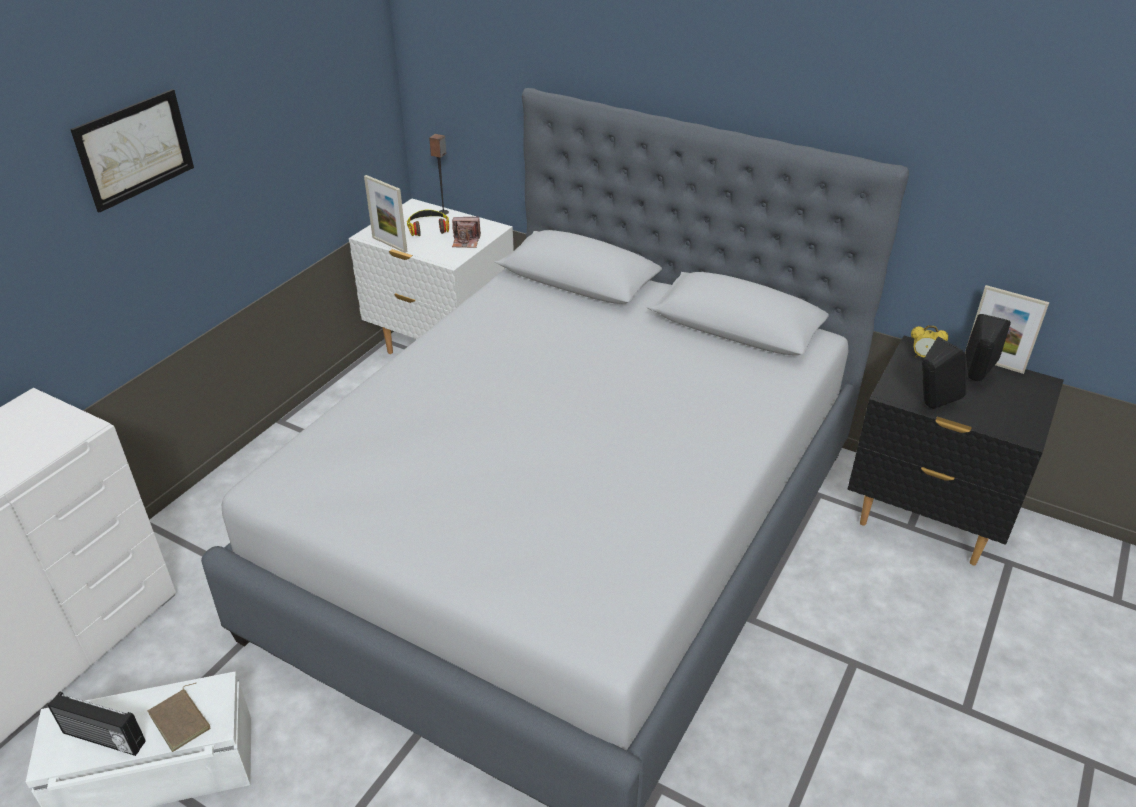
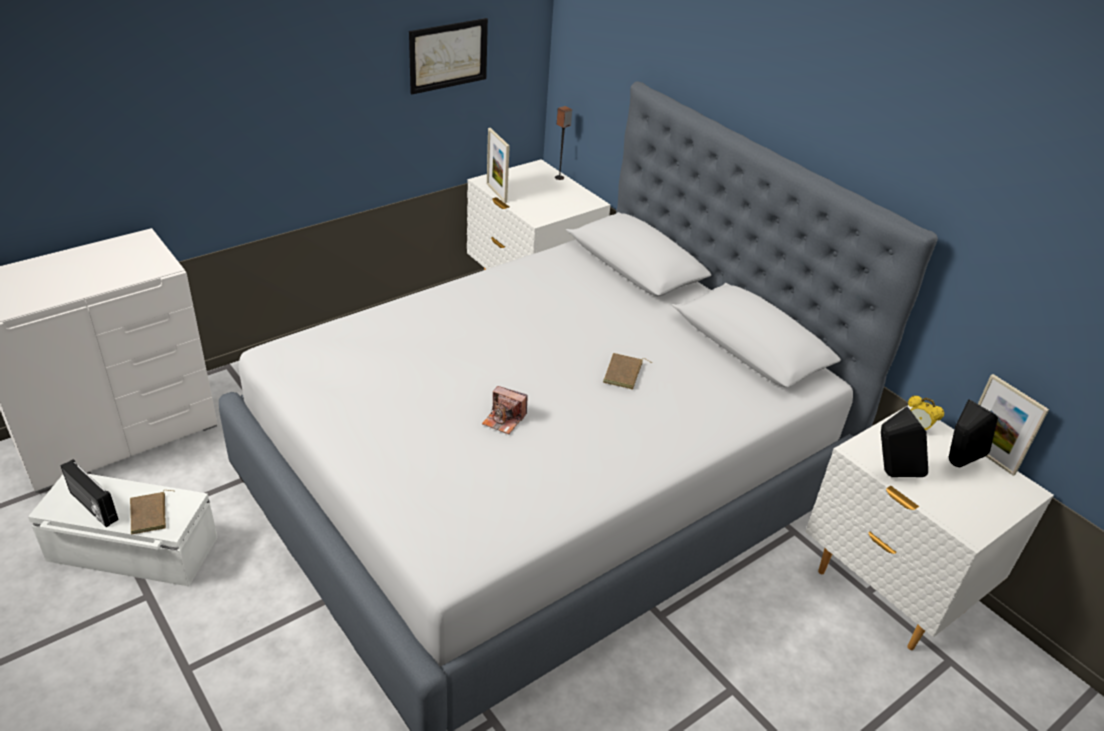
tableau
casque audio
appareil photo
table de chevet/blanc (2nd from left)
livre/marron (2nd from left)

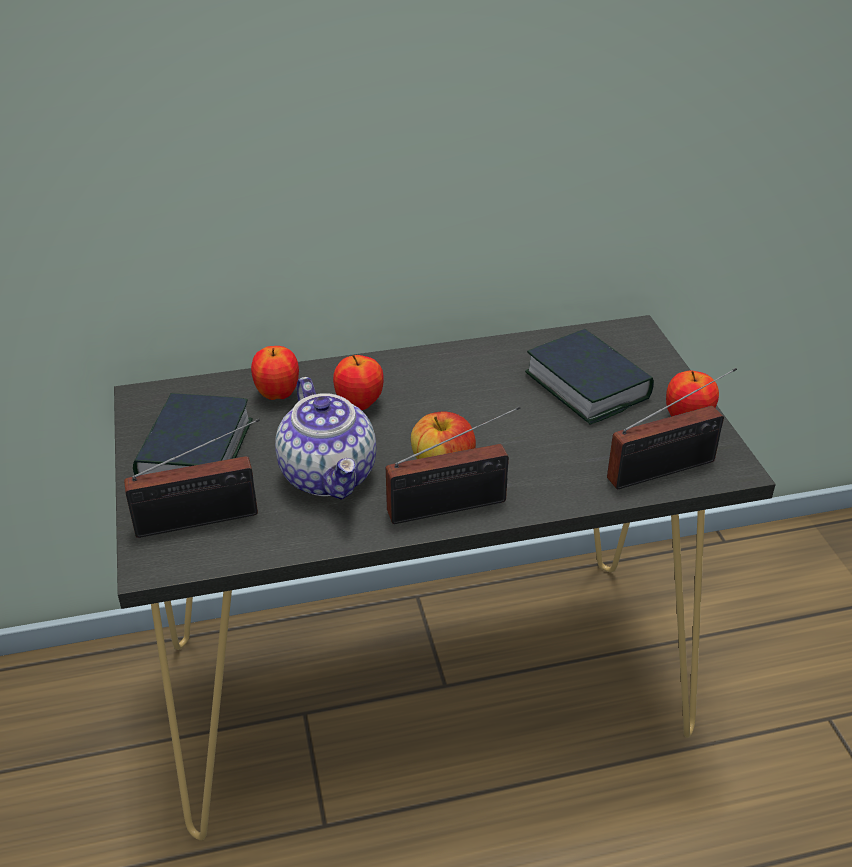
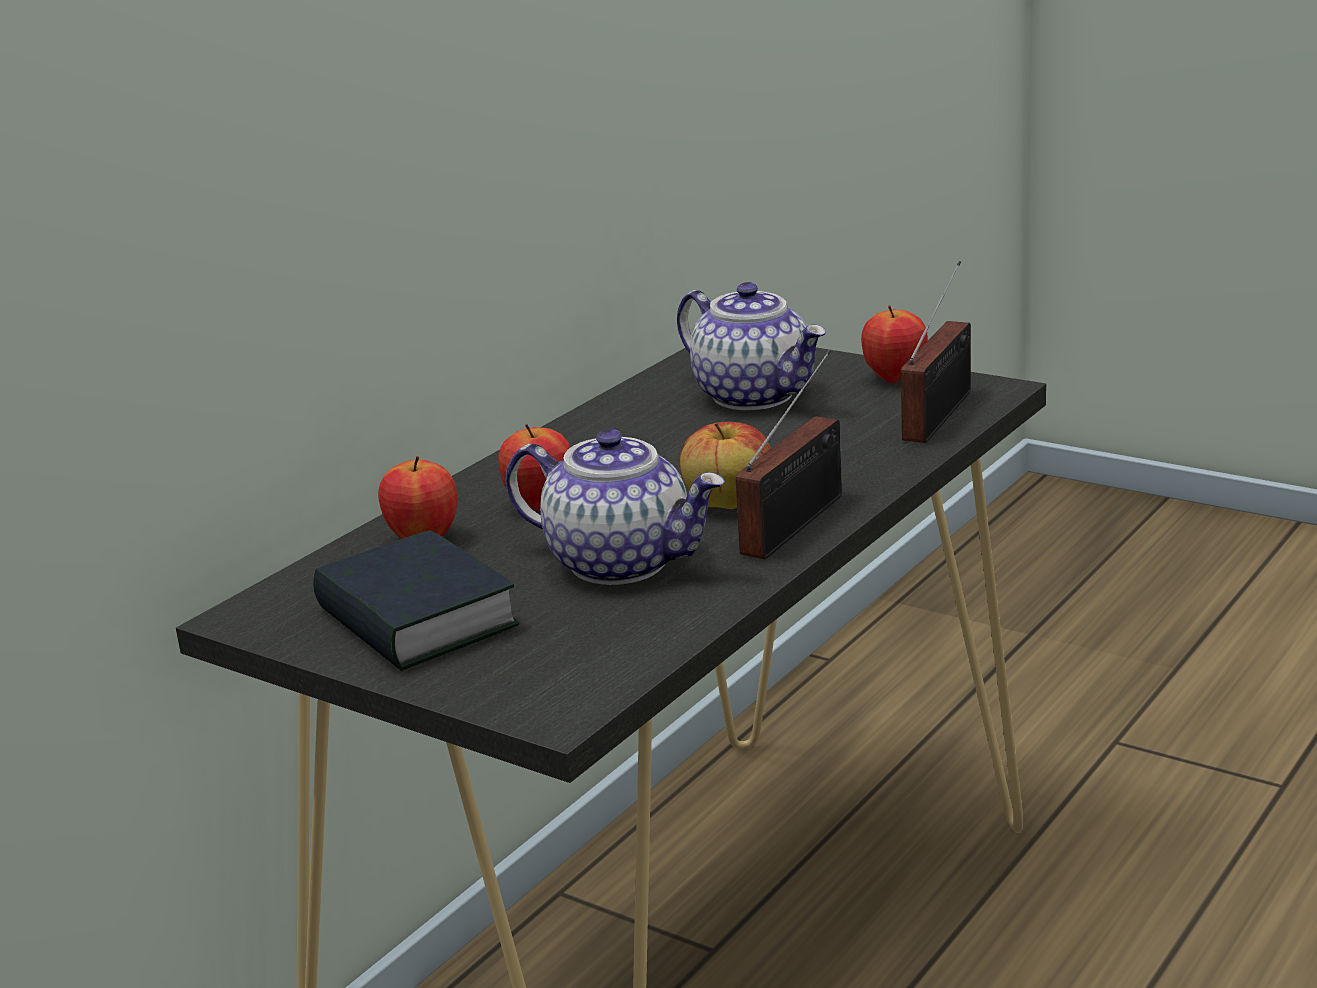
radio (1st from left in the first image)
théière (2nd from left)

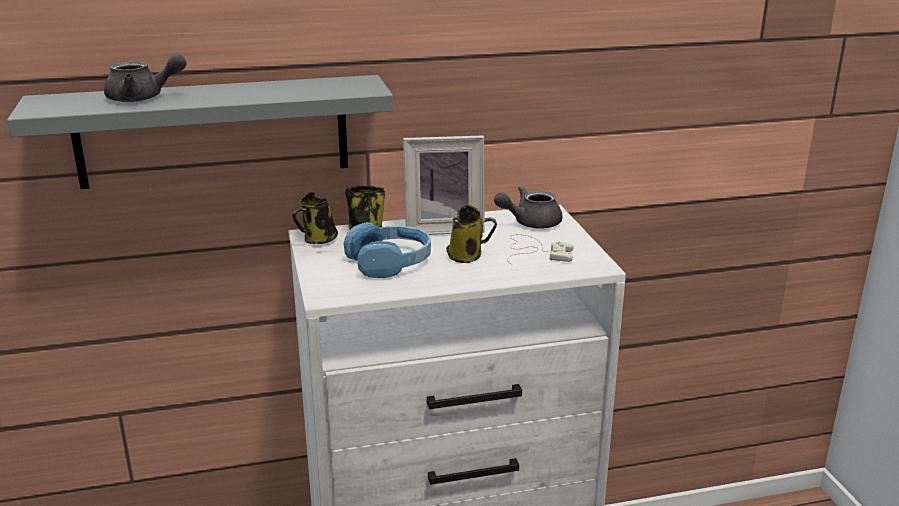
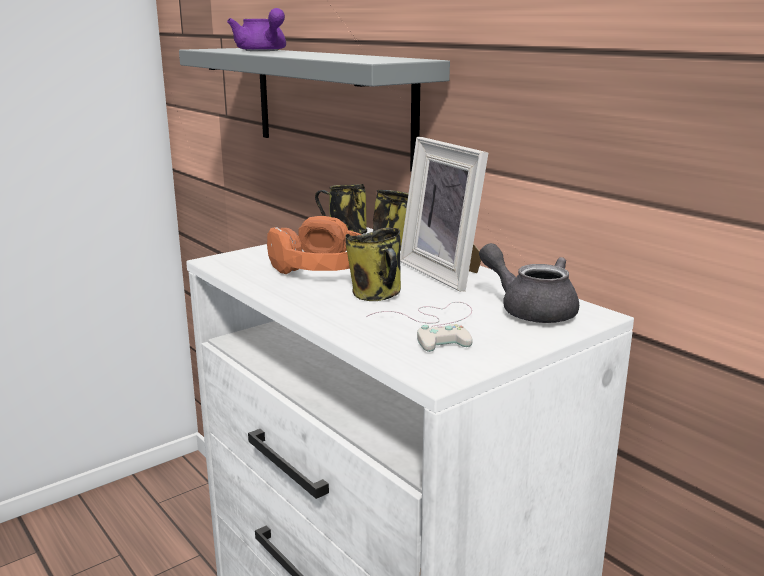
théière/violet
casque audio/orange

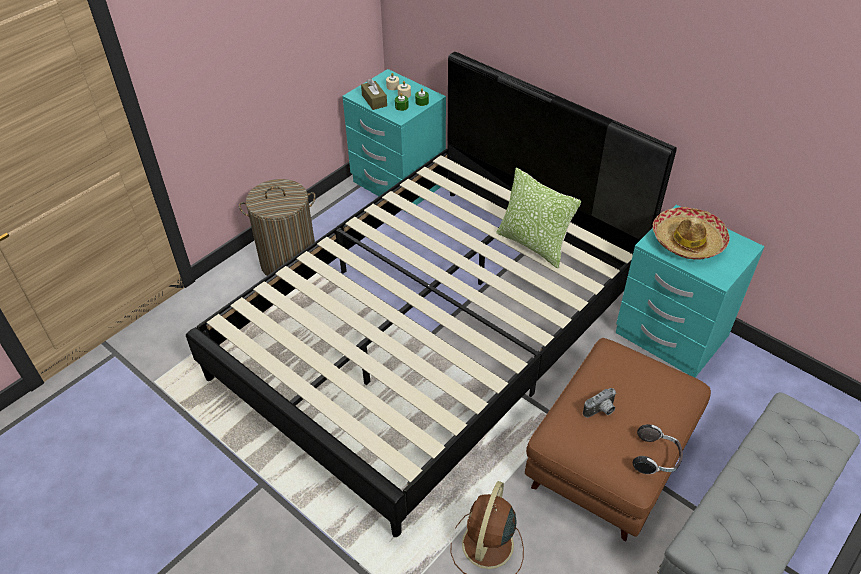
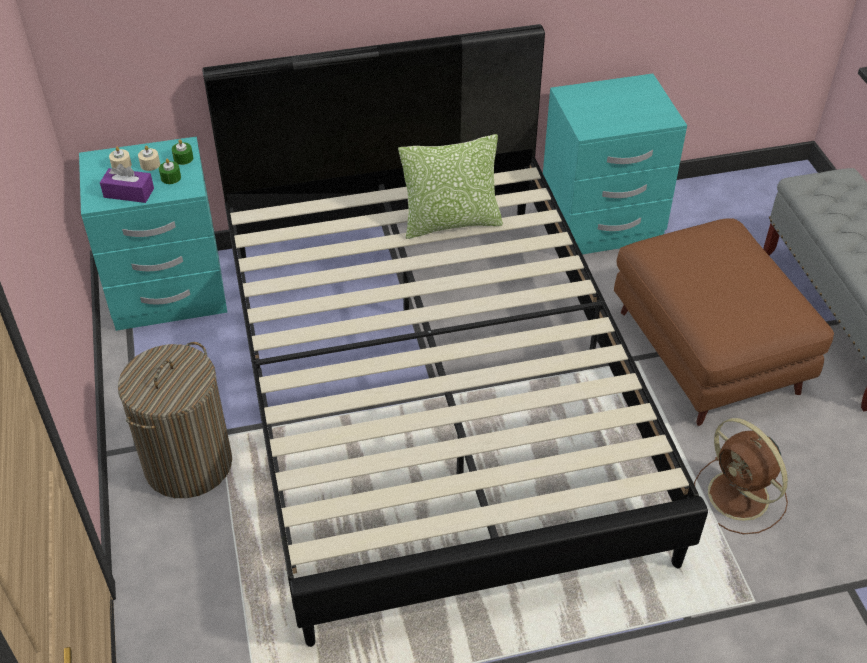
boîte à mouchoirs/violet
appareil photo
casque audio
chapeau

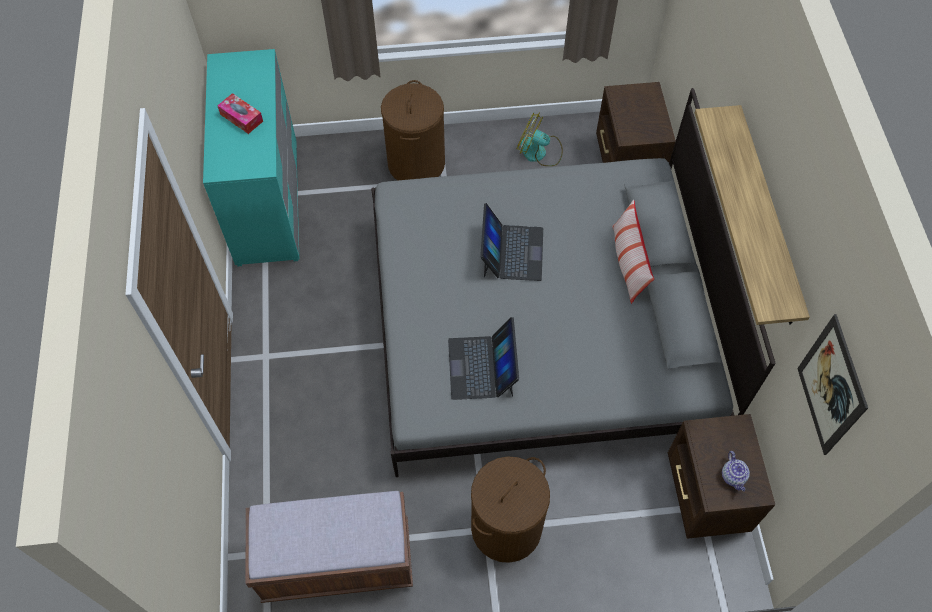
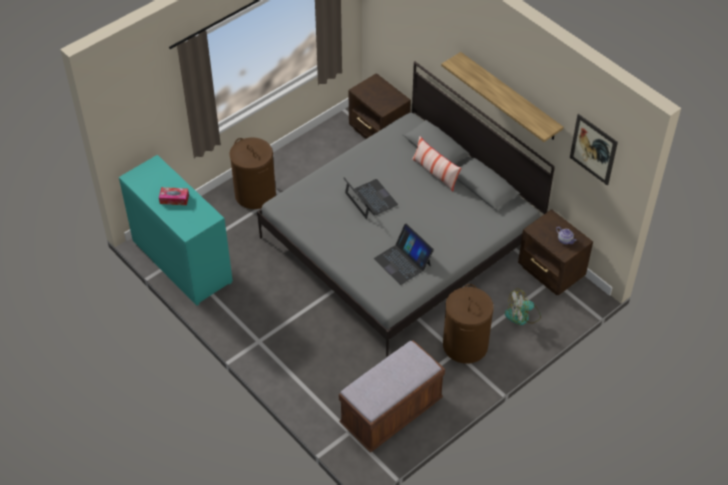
ventilateur

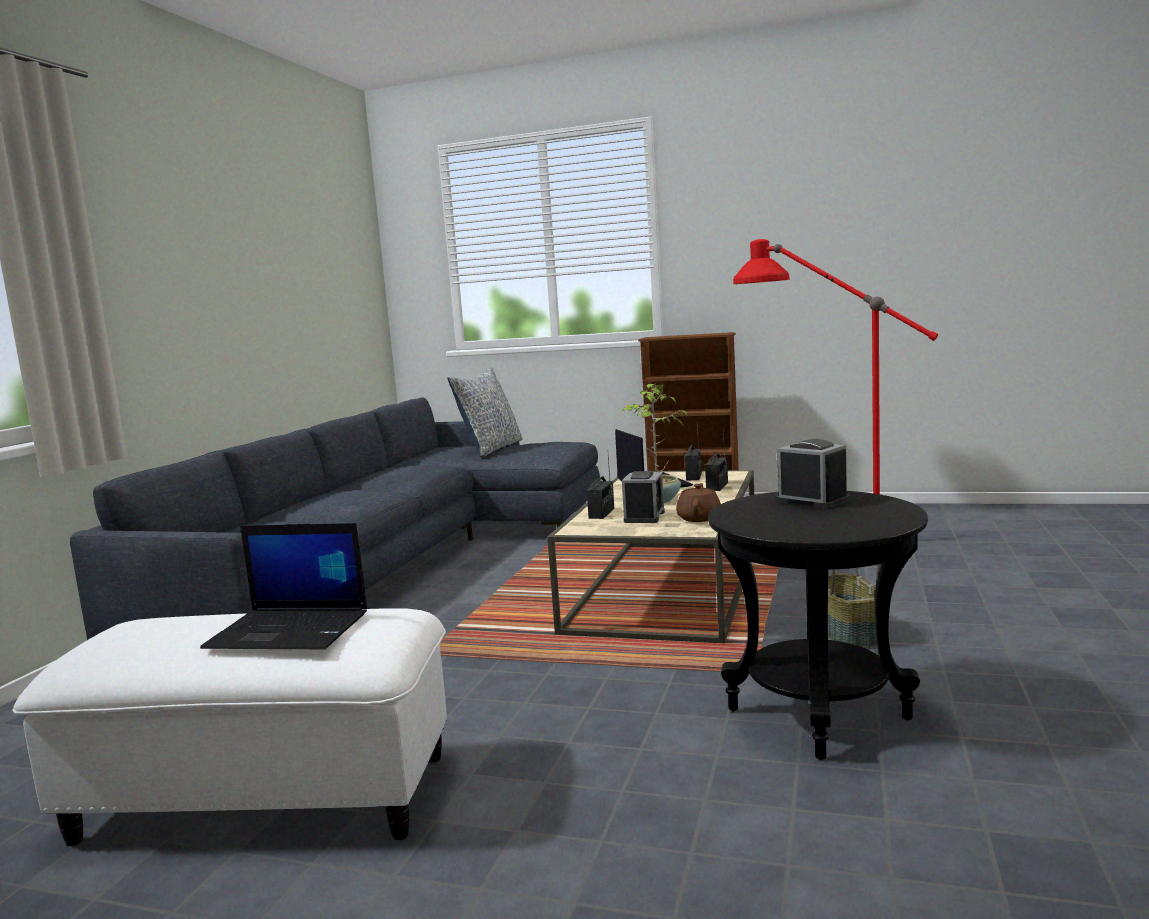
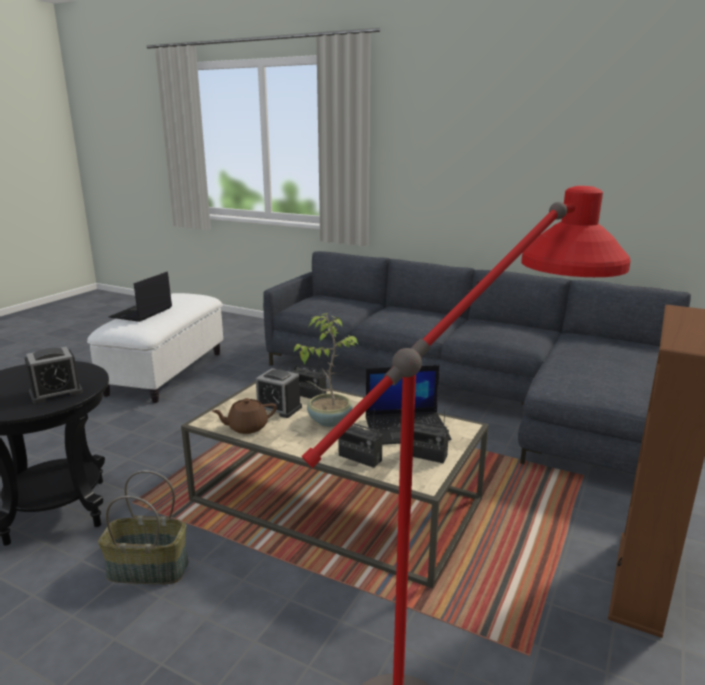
coussin
théière/marron

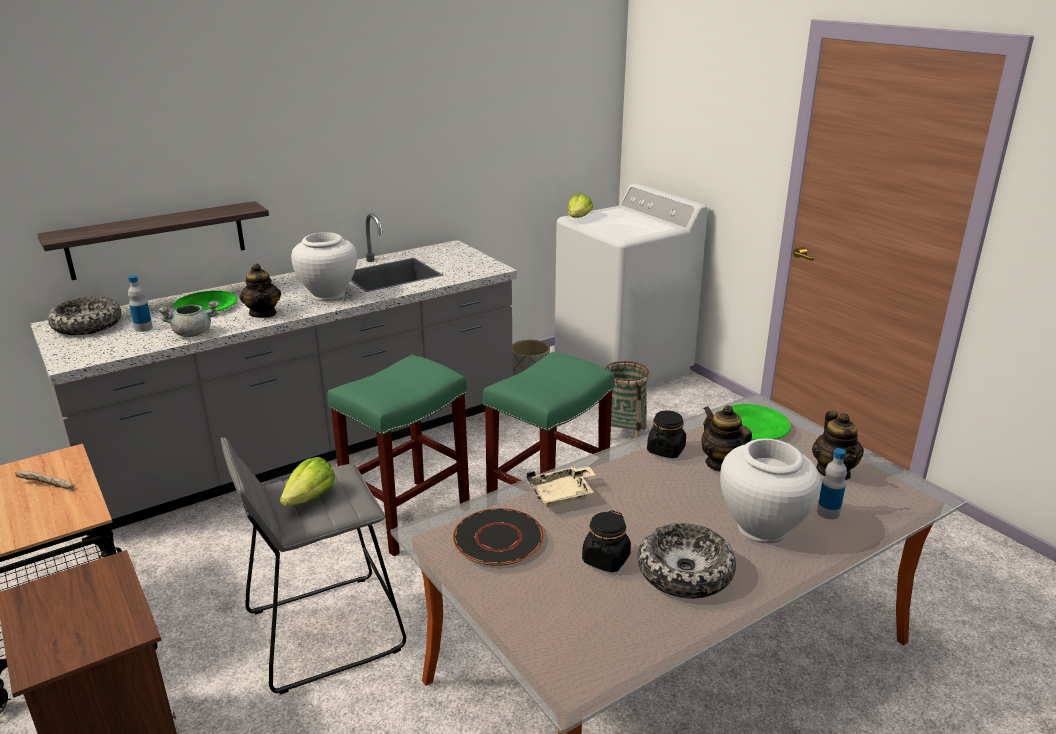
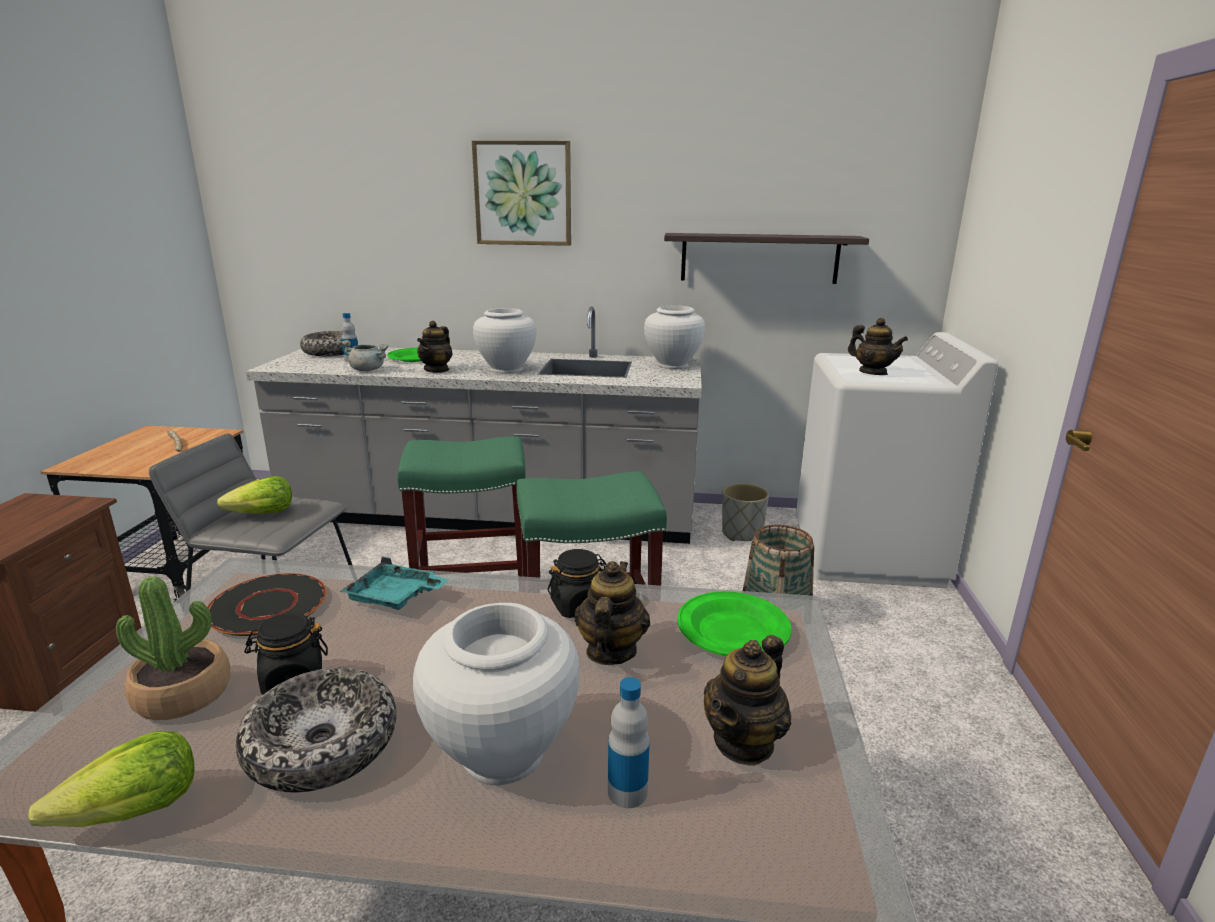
étagère
plateau/turquoise
laitue (1st from left)
plante en pot
tableau
vase/blanc (3rd from left)
théière (4th from left)

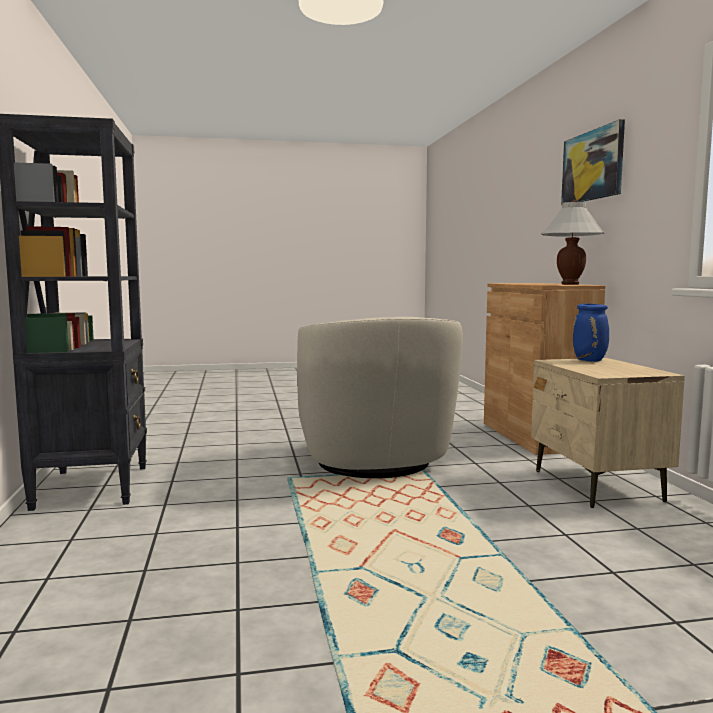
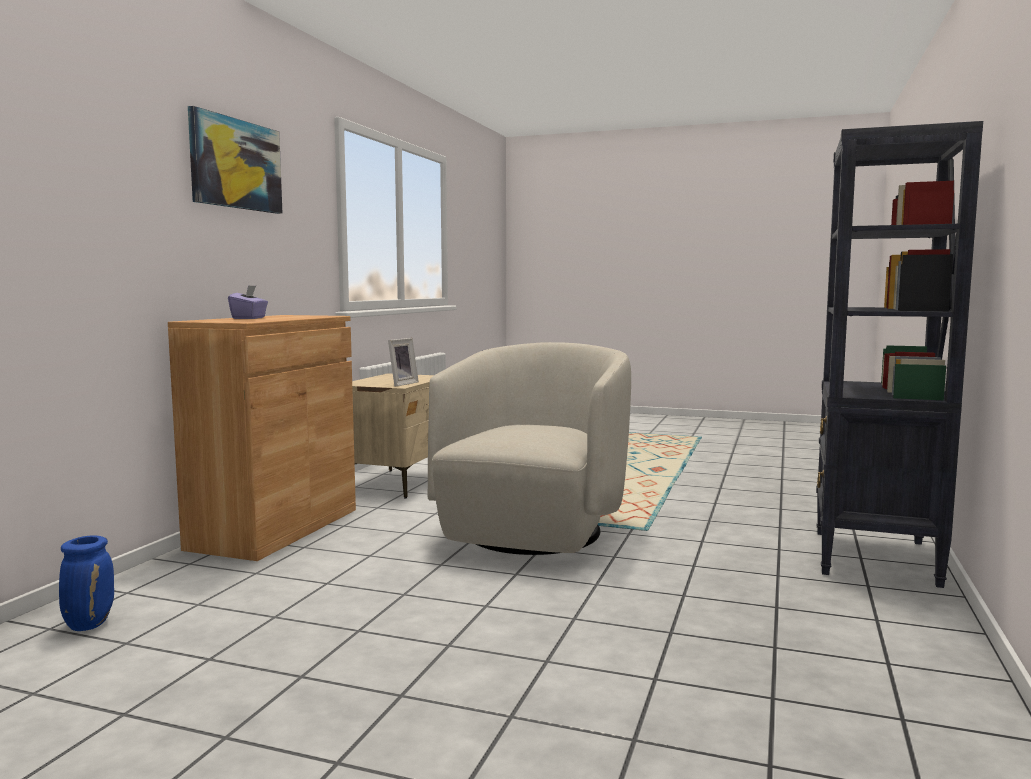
lampe de table/blanc
vase/bleu
boîte à mouchoirs/violet
cadre photo

